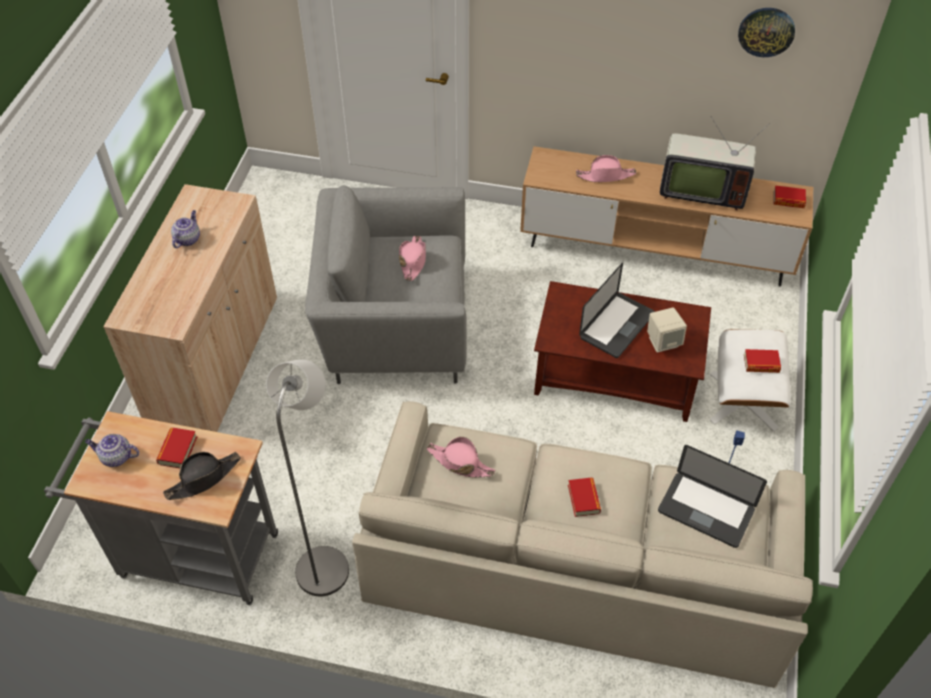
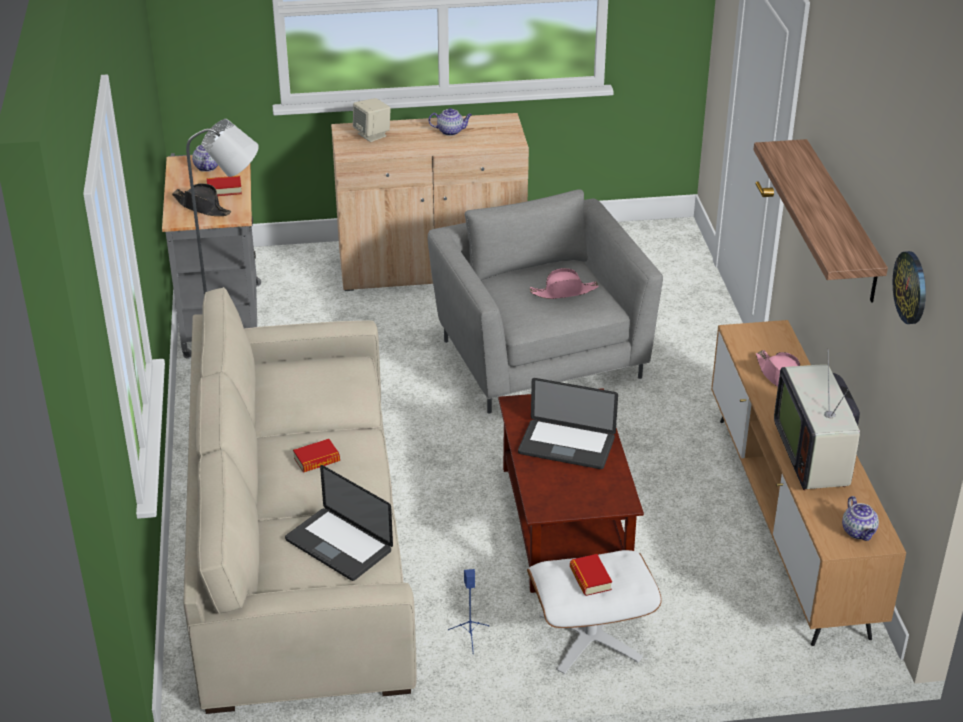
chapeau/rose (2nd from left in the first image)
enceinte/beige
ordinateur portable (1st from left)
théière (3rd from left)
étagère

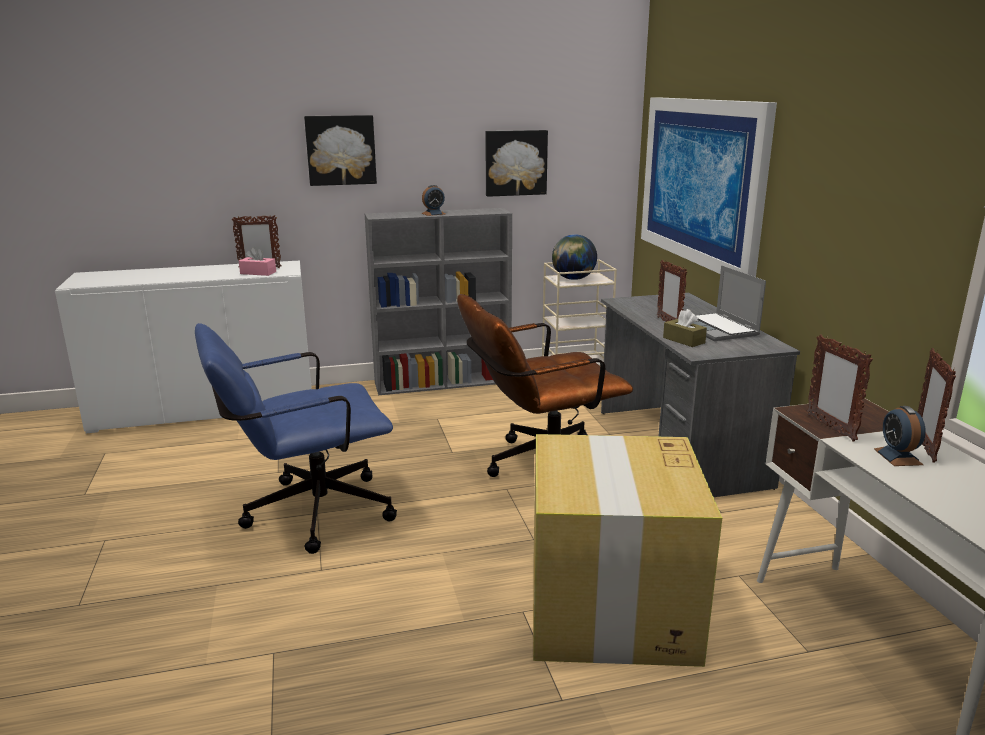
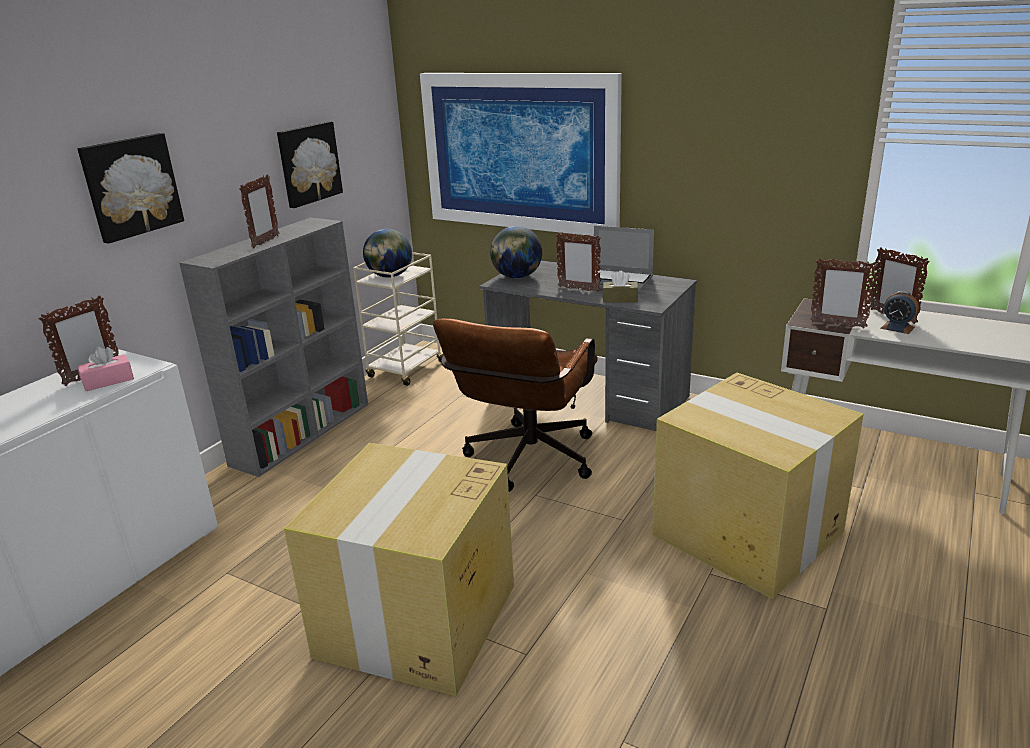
carton (1st from left)
cadre photo (2nd from left)
globe (2nd from left)

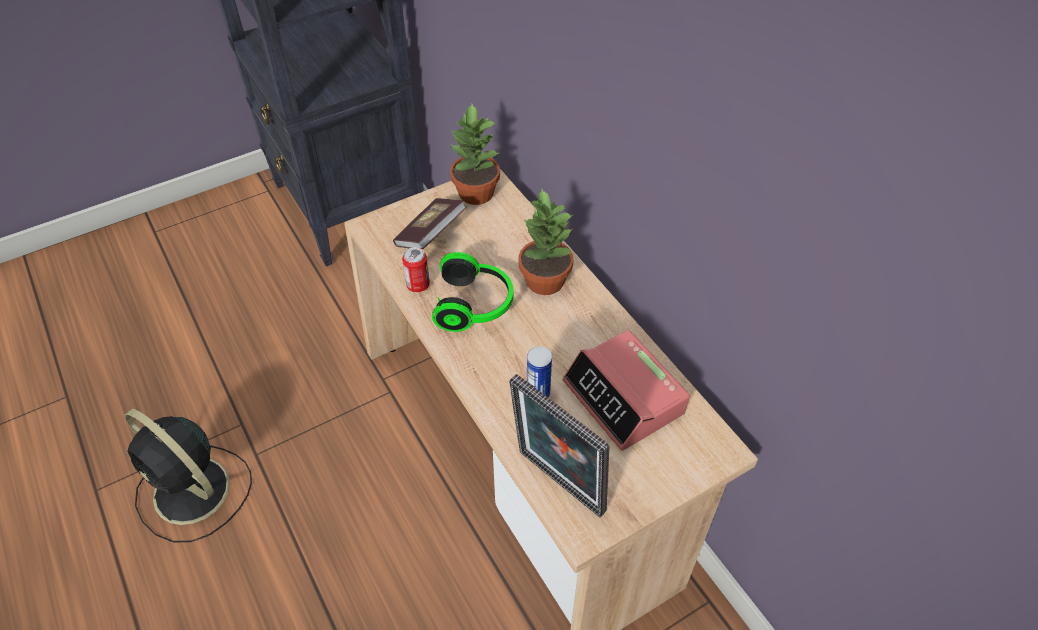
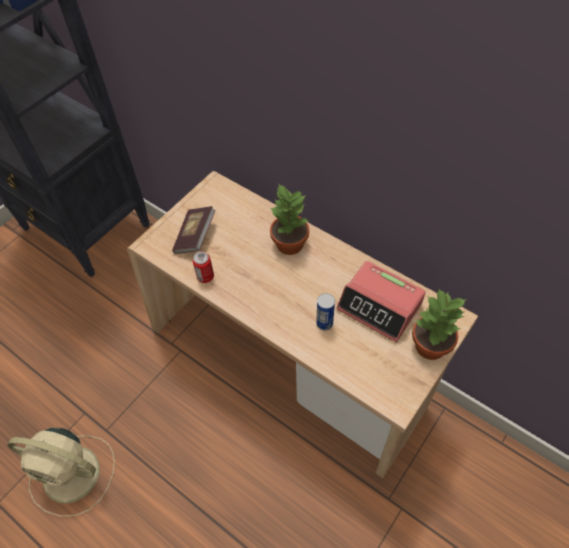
ventilateur/beige
casque audio
plante en pot (2nd from left)
cadre photo

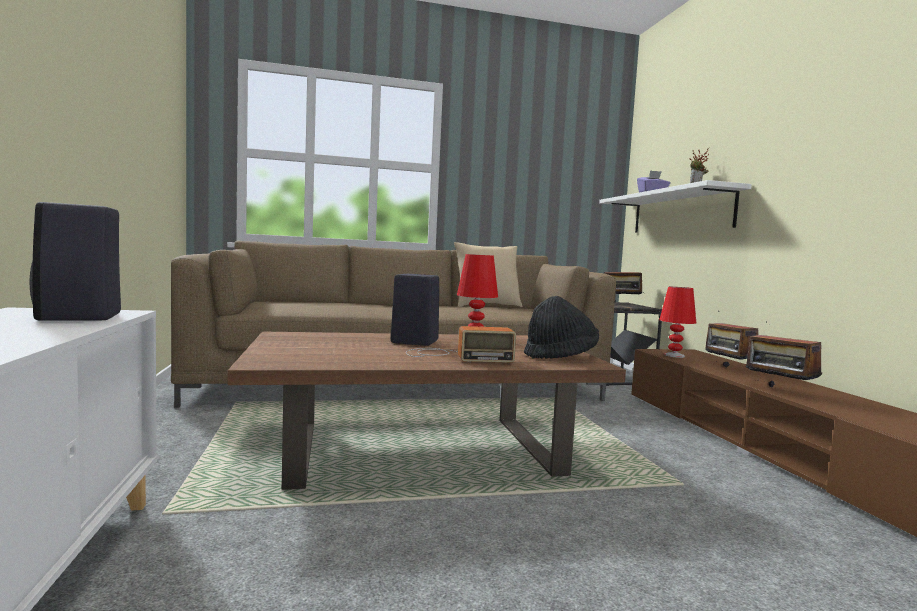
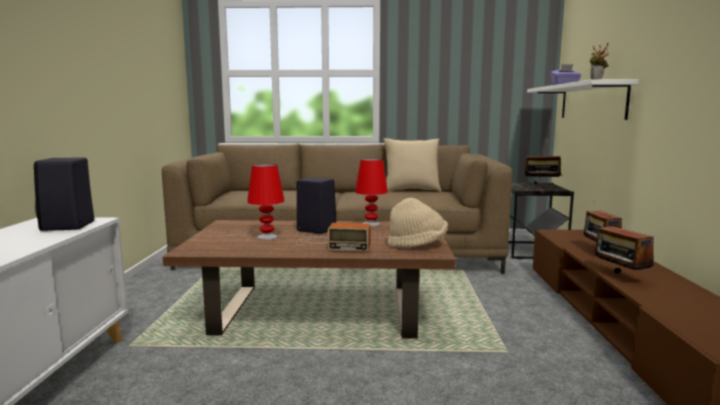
chapeau/beige
lampe de table/rouge (1st from left)

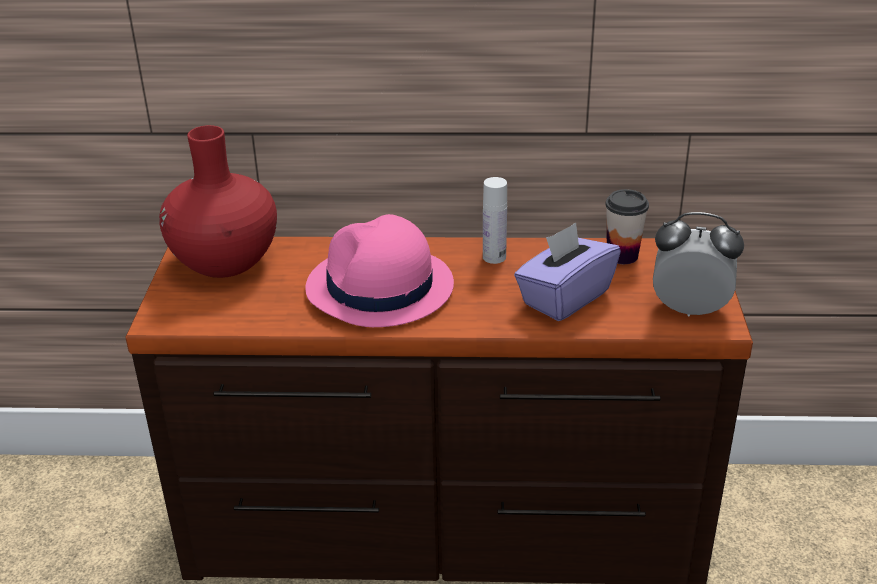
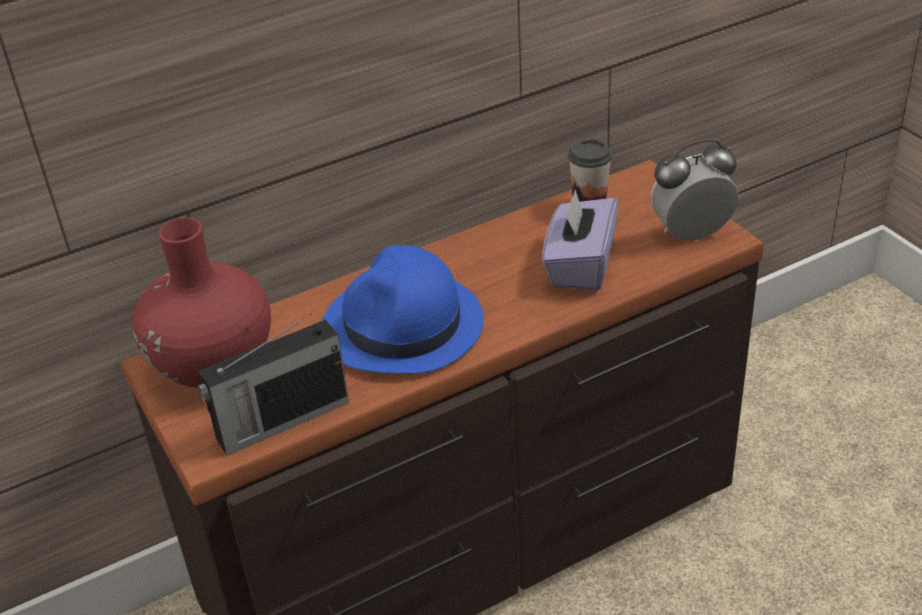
chapeau/bleu
bouteille/blanc
radio

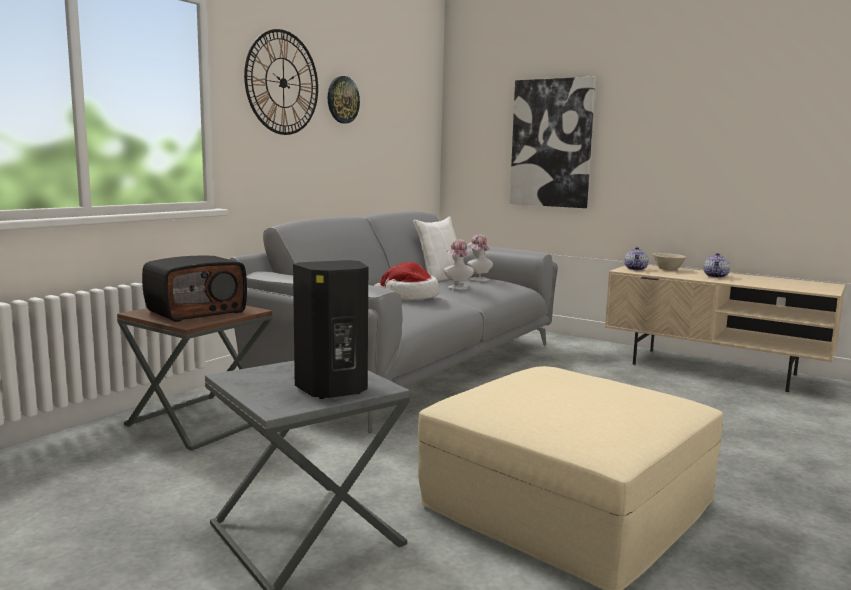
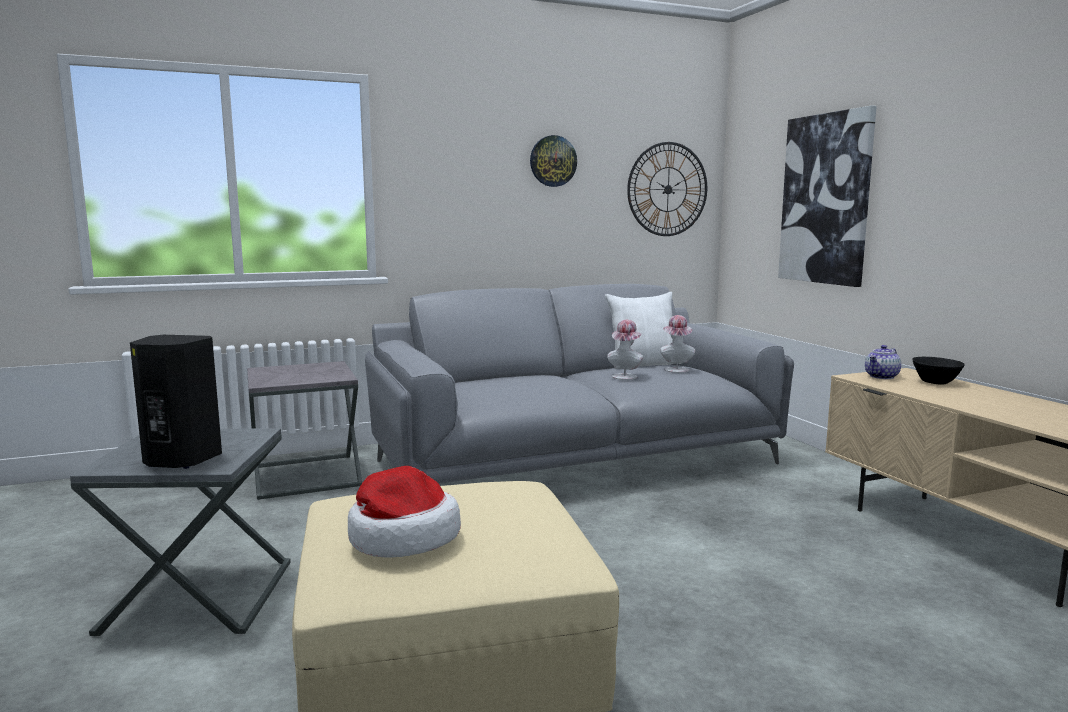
table d'appoint/gris (2nd from left)
radio
horloge murale (2nd from left)
chapeau (1st from left)
bol/noir
théière (2nd from left in the first image)

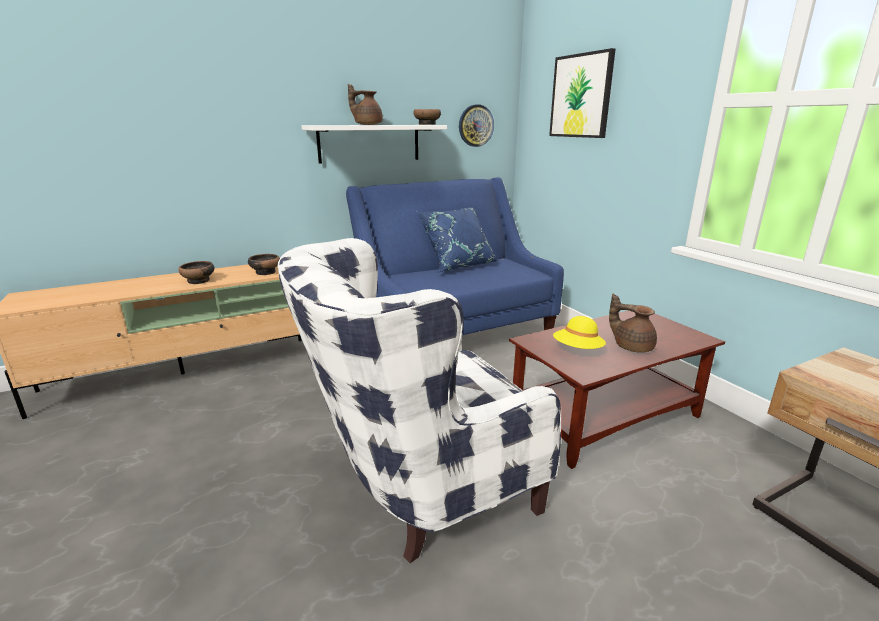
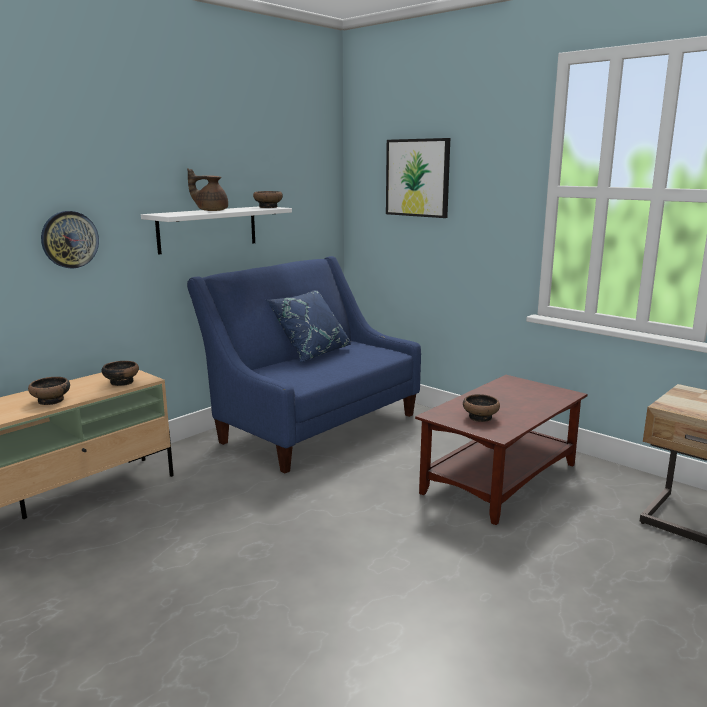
fauteuil/blanc
horloge murale
bol (4th from left)
théière/marron (2nd from left in the first image)

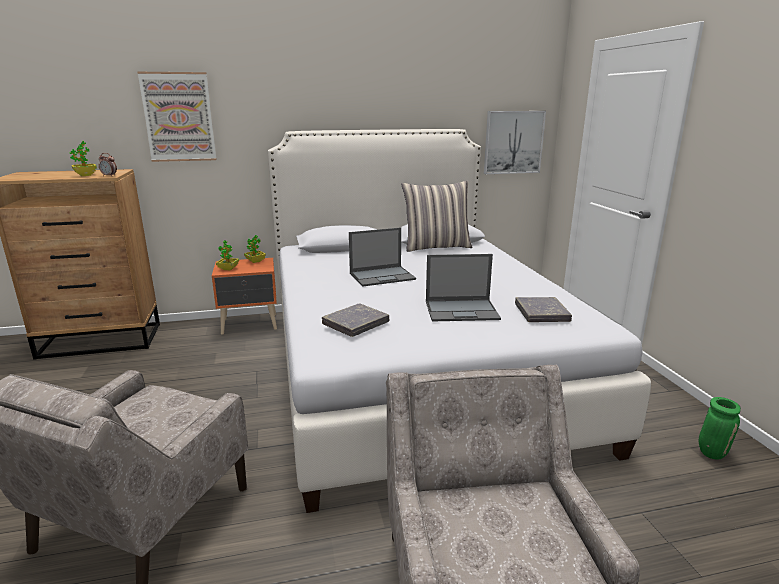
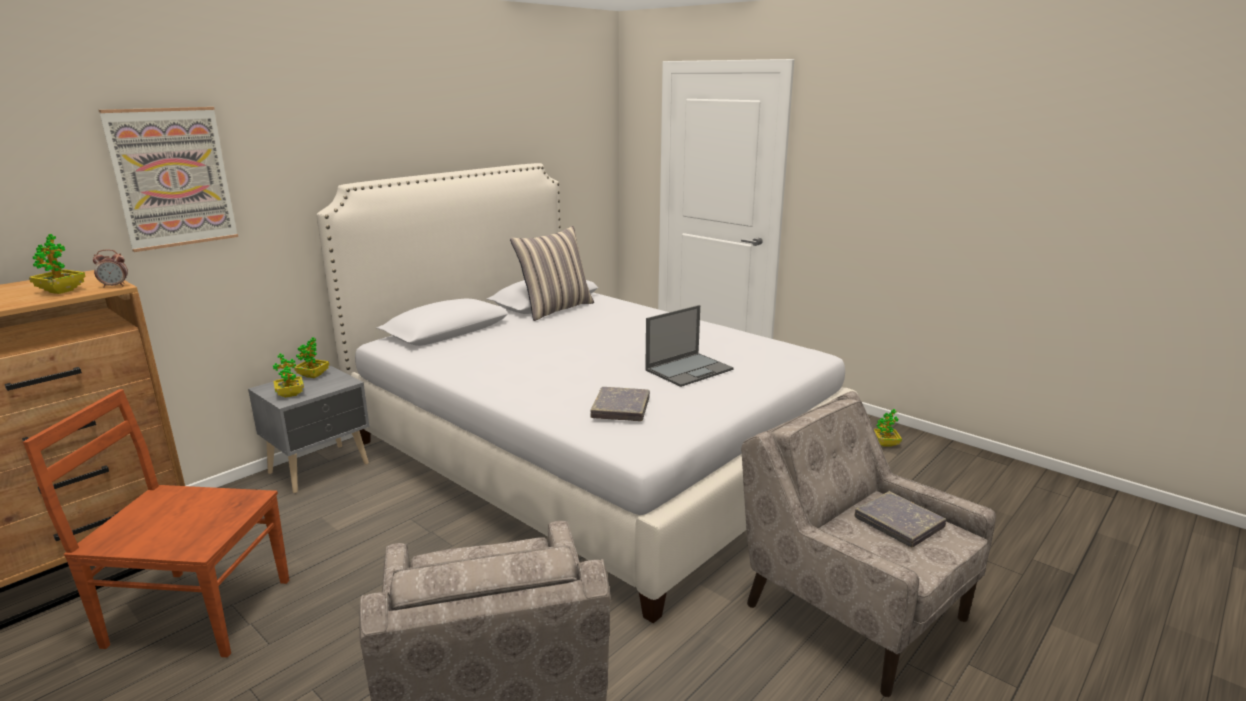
table de chevet/gris
ordinateur portable (1st from left in the first image)
tableau (2nd from left in the first image)
livre/gris (2nd from left)
plante en pot (4th from left)
chaise/marron

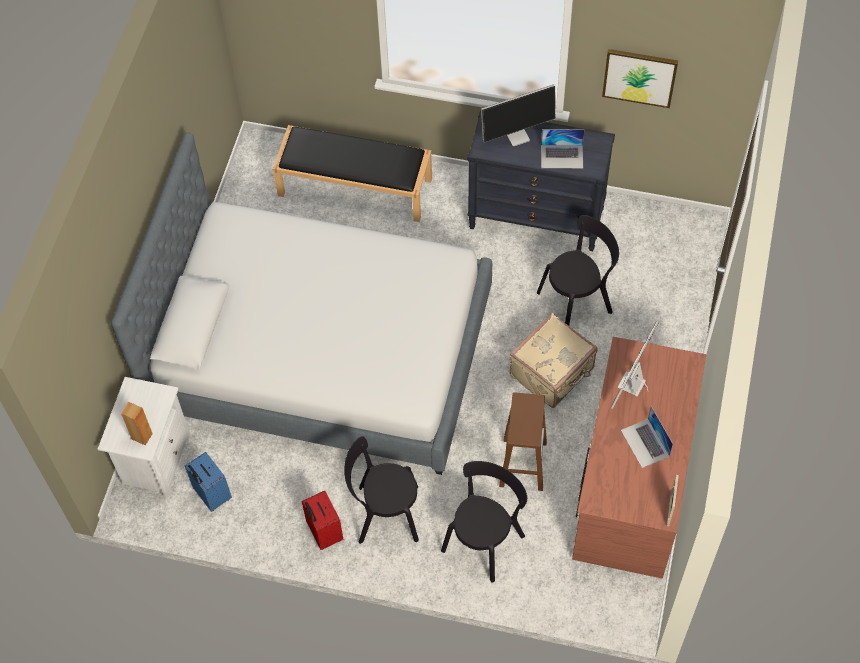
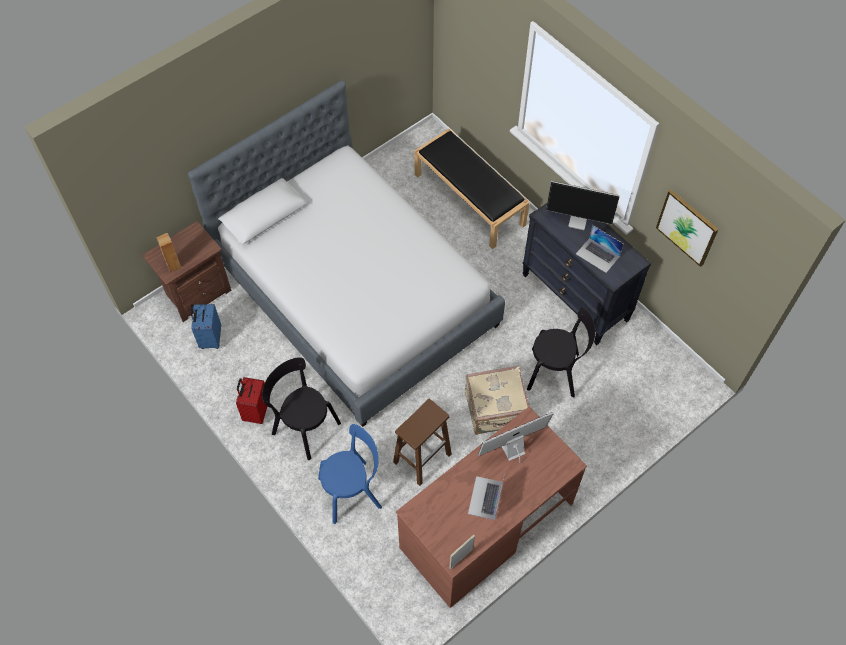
table de chevet/marron
chaise/bleu

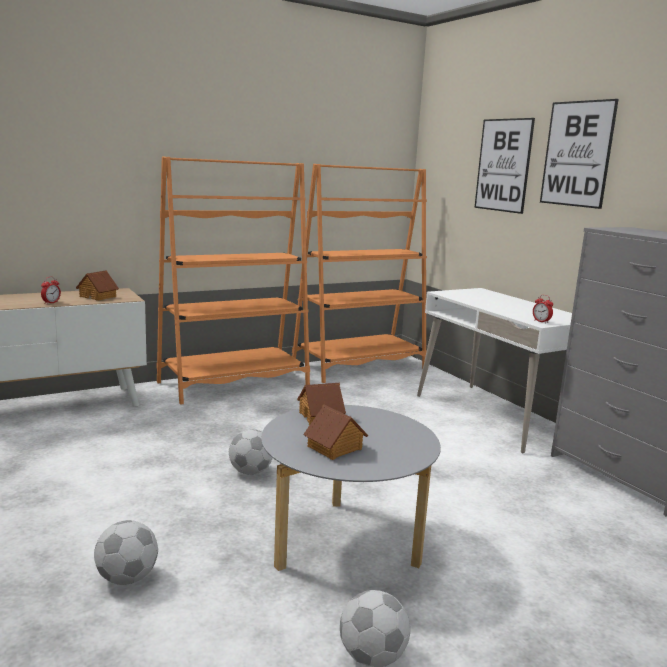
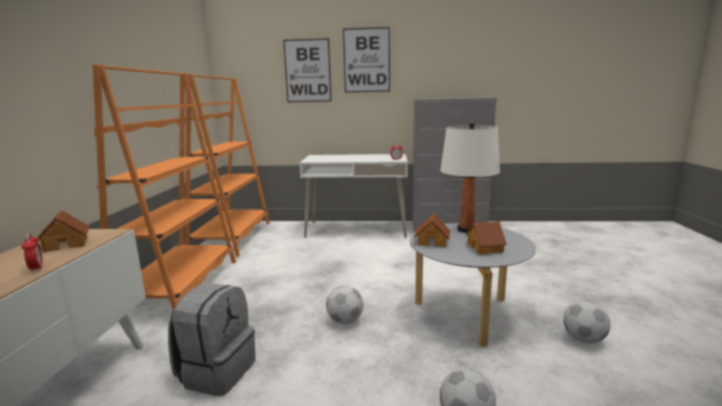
sac à dos/gris
lampe de table/blanc

